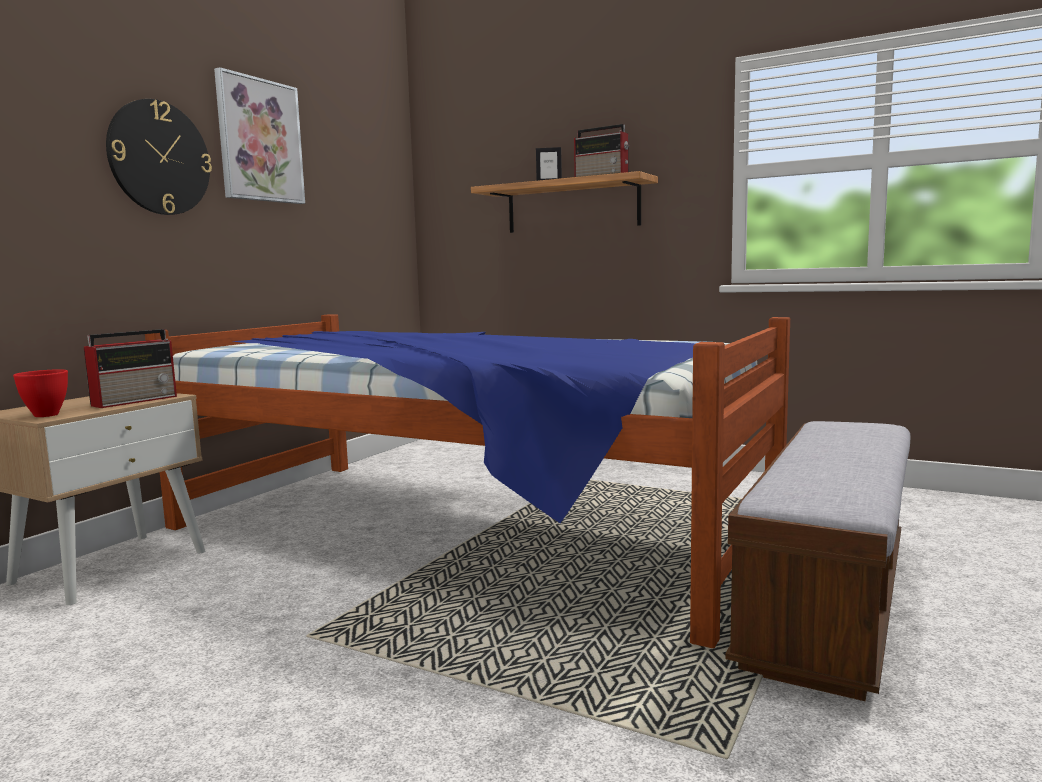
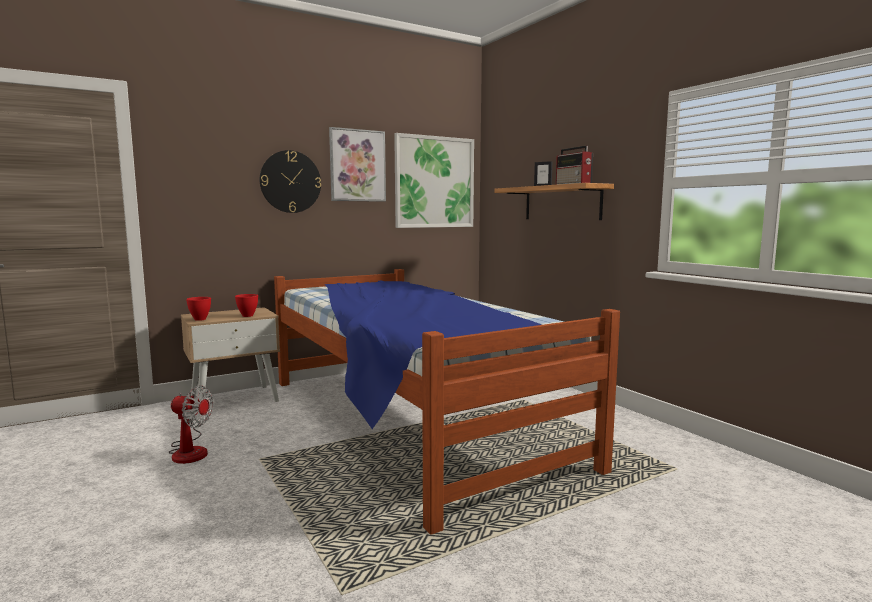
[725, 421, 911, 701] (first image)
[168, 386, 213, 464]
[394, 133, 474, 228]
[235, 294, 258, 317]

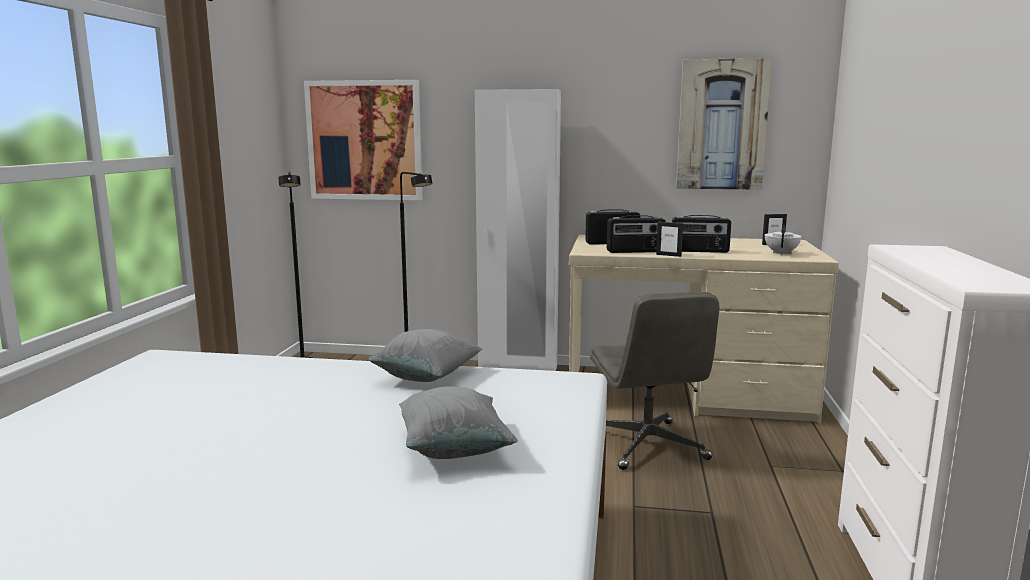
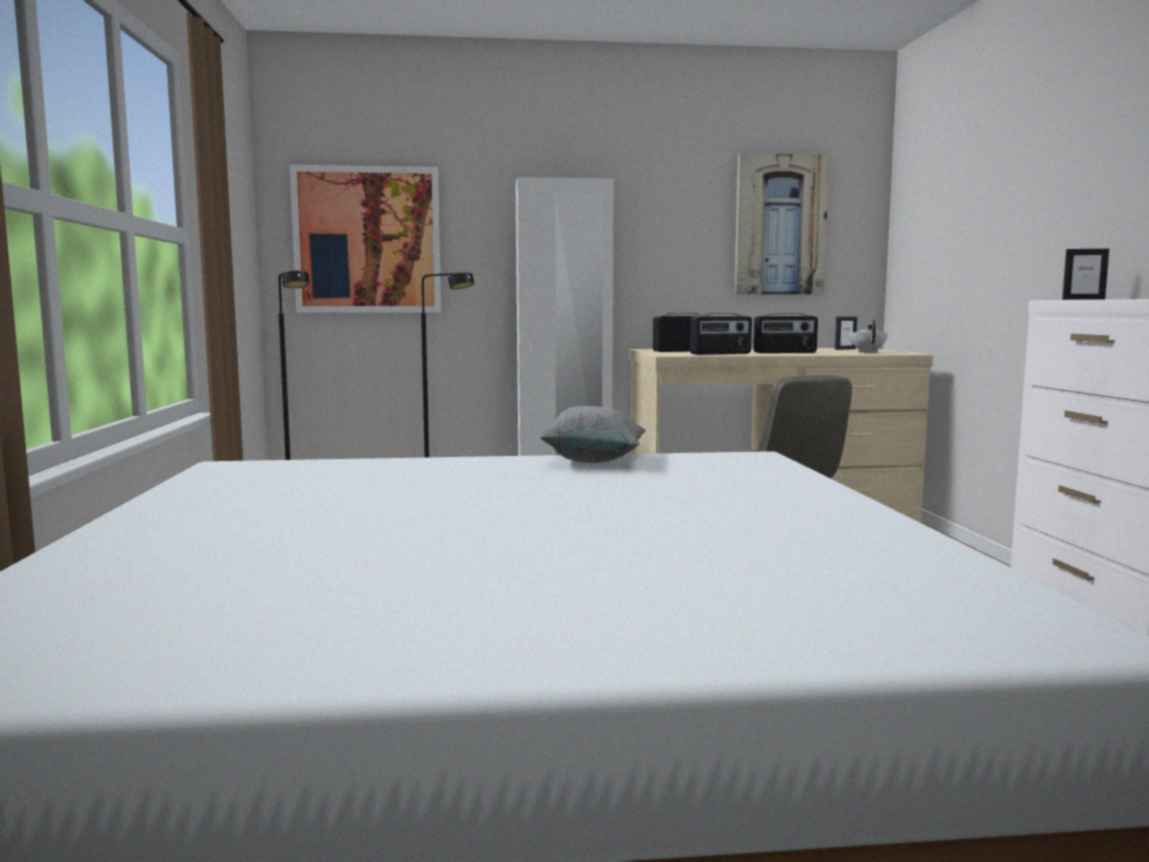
[399, 386, 518, 459] (first image)
[1062, 249, 1109, 300]

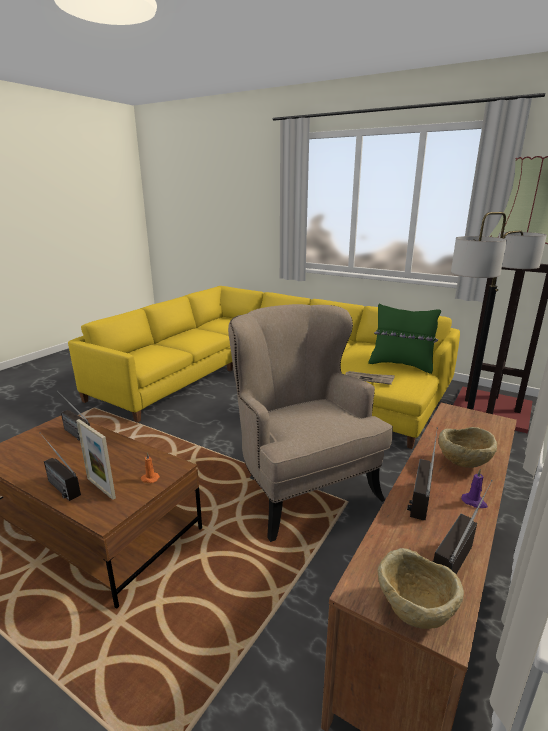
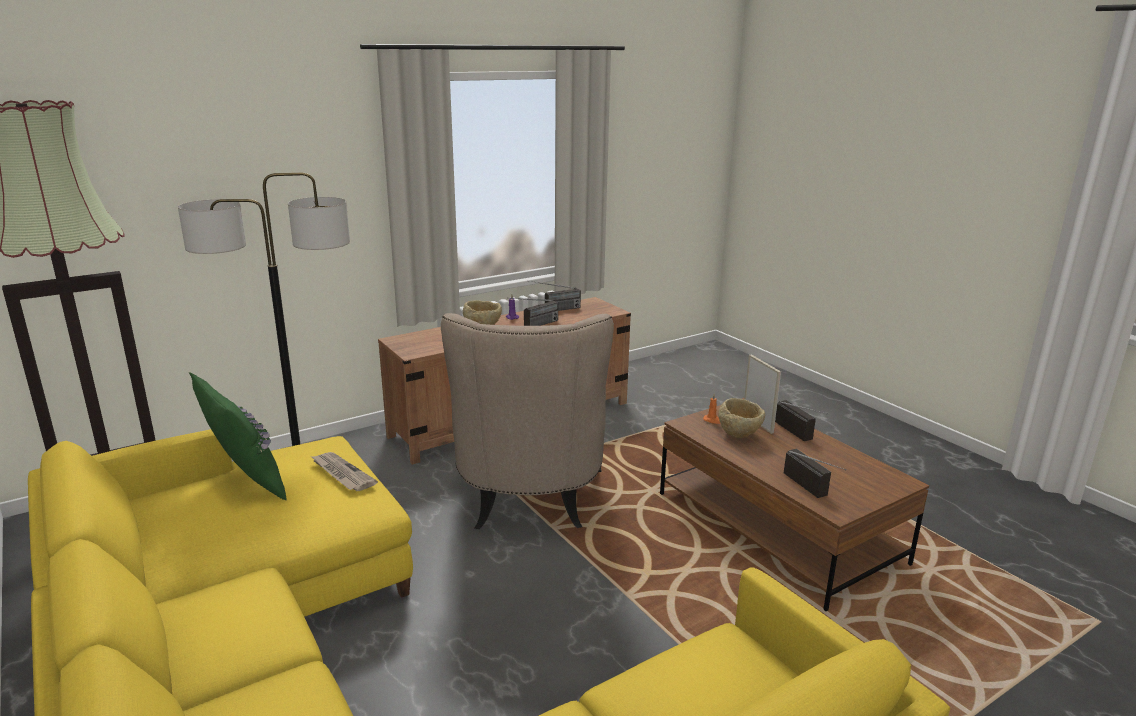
[718, 398, 765, 438]

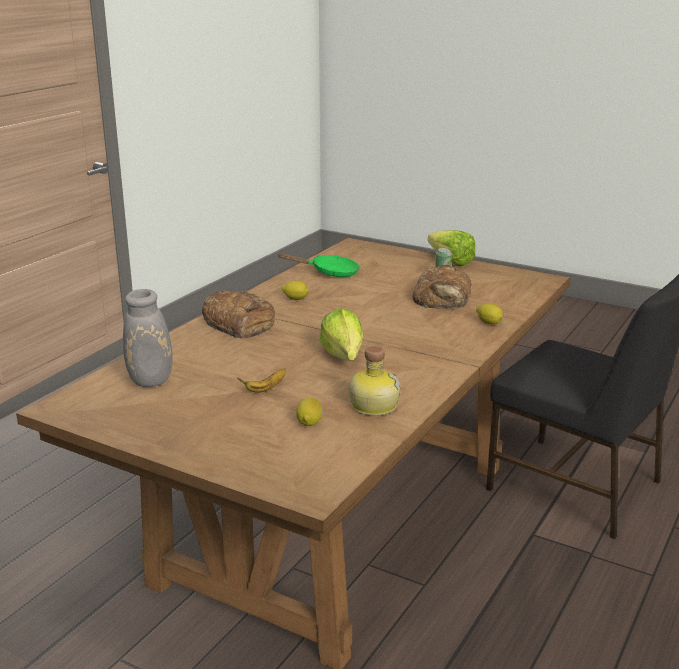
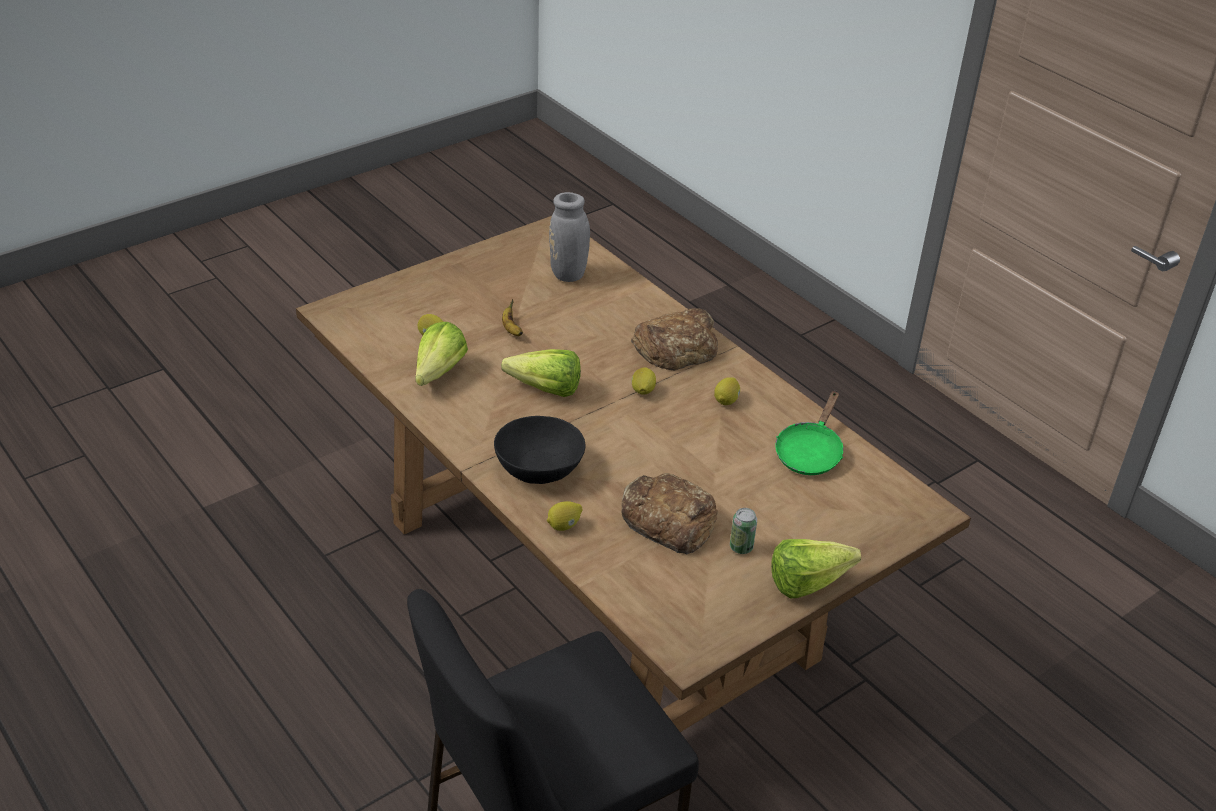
[494, 416, 586, 484]
[632, 367, 656, 395]
[415, 322, 468, 386]

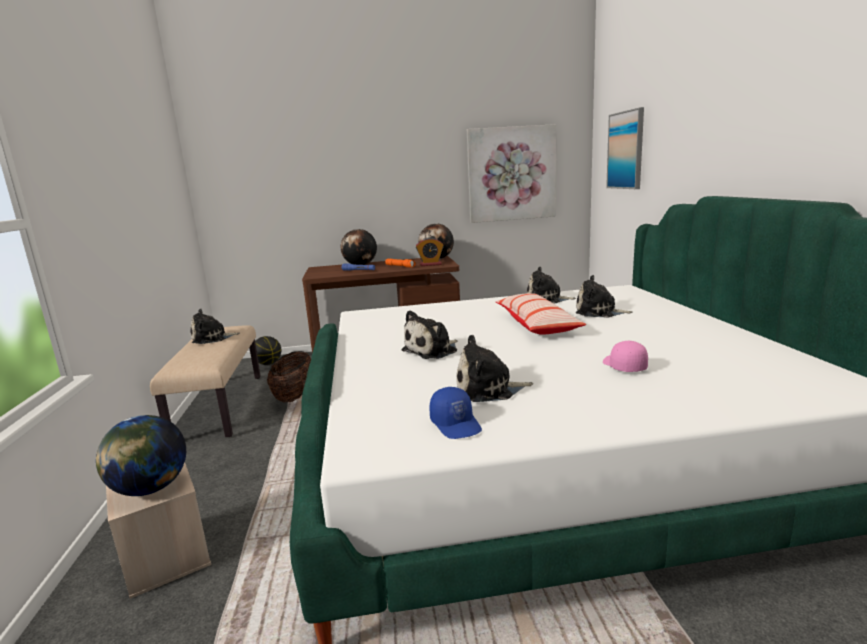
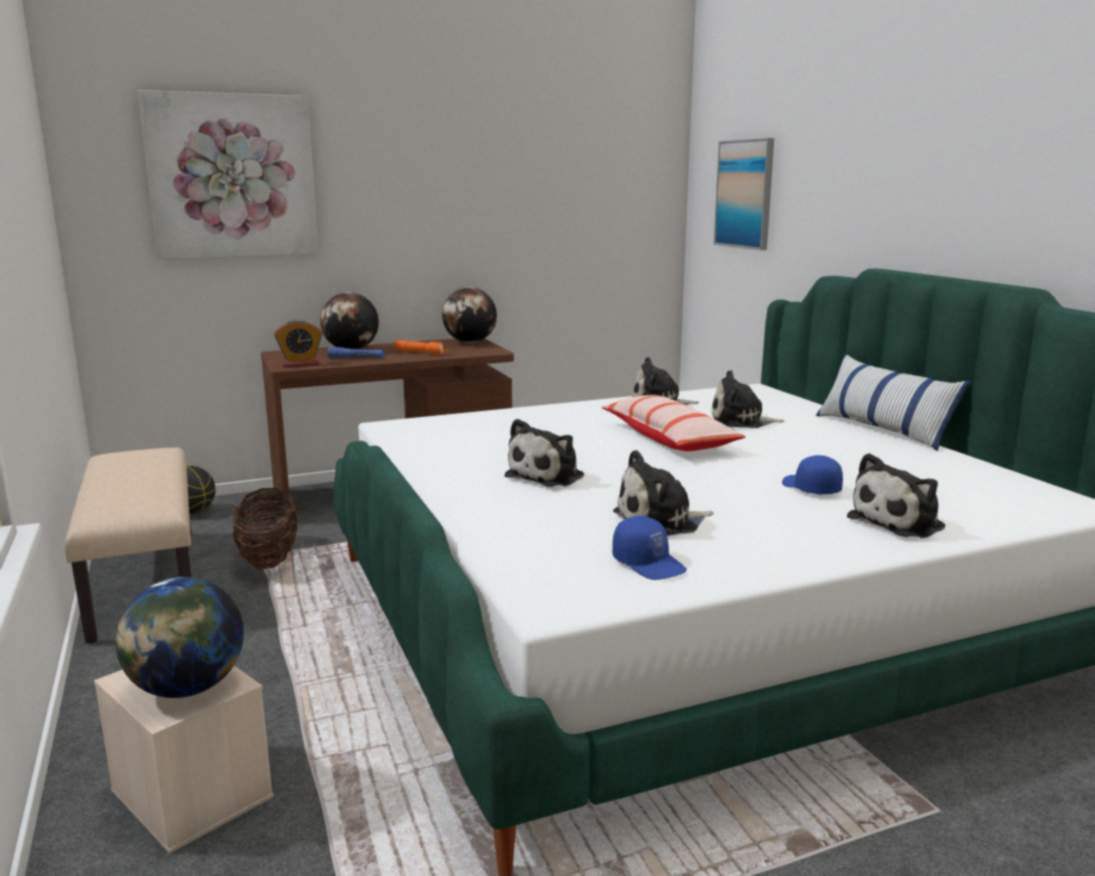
[816, 354, 970, 451]
[847, 453, 945, 538]
[274, 319, 323, 367]
[137, 90, 319, 259]
[782, 455, 843, 495]

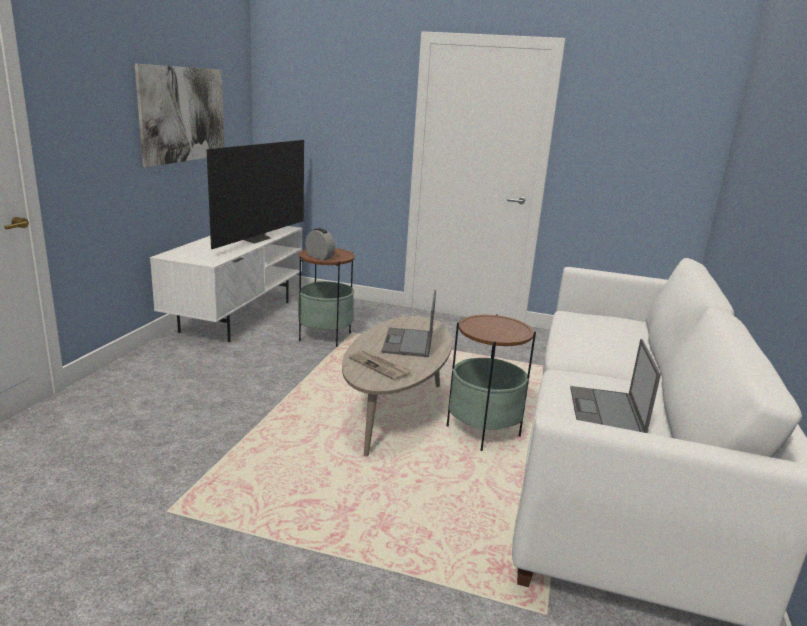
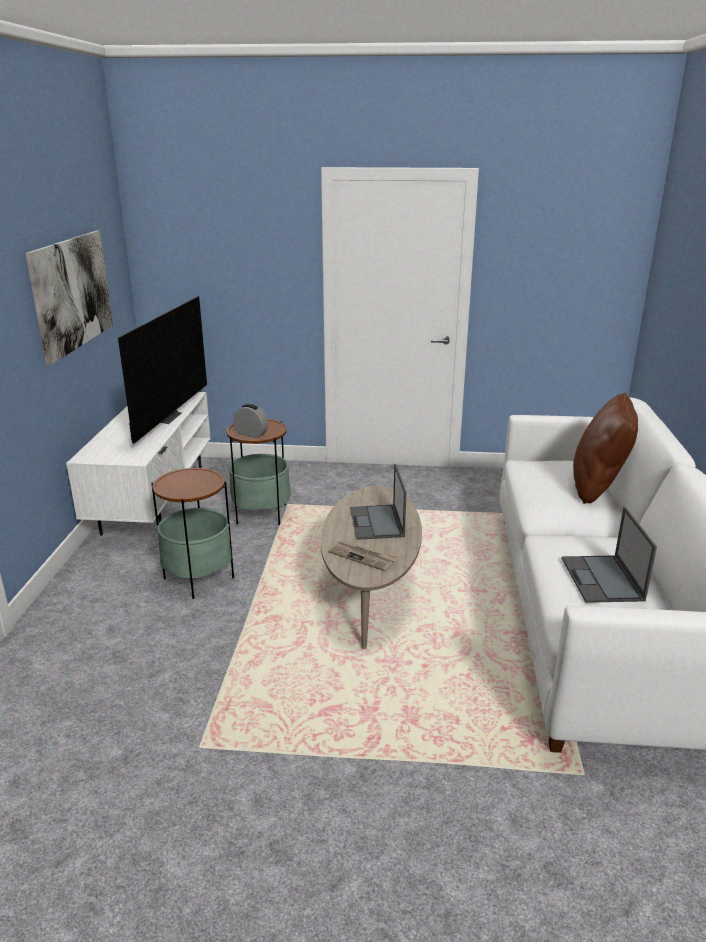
[573, 392, 638, 504]
[151, 467, 234, 599]

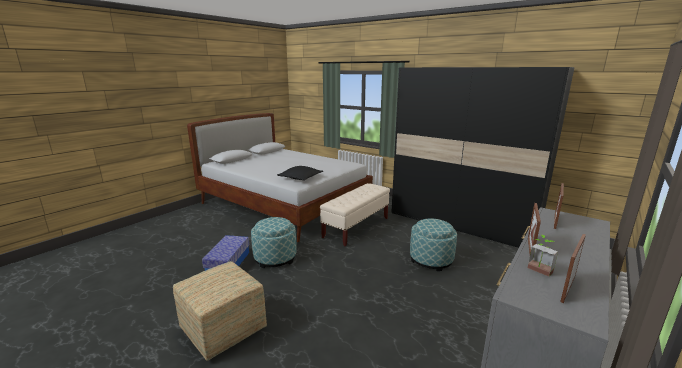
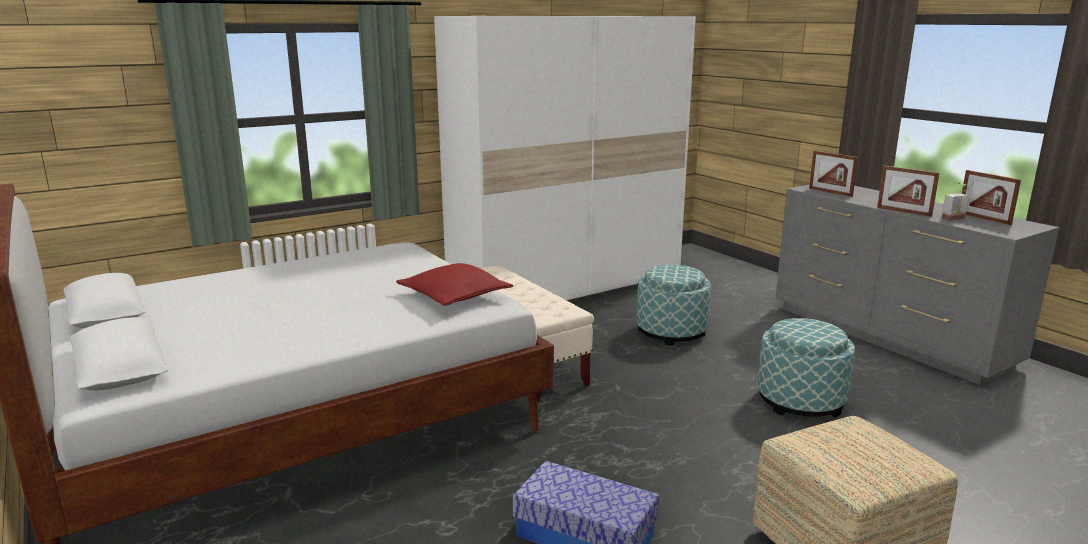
[758, 318, 855, 418]
[396, 263, 513, 306]
[434, 16, 696, 300]

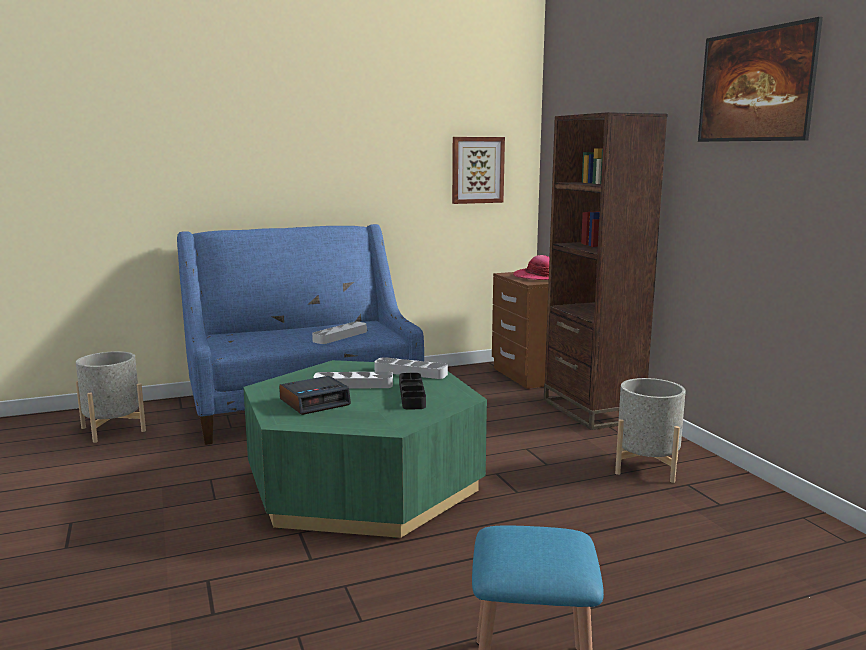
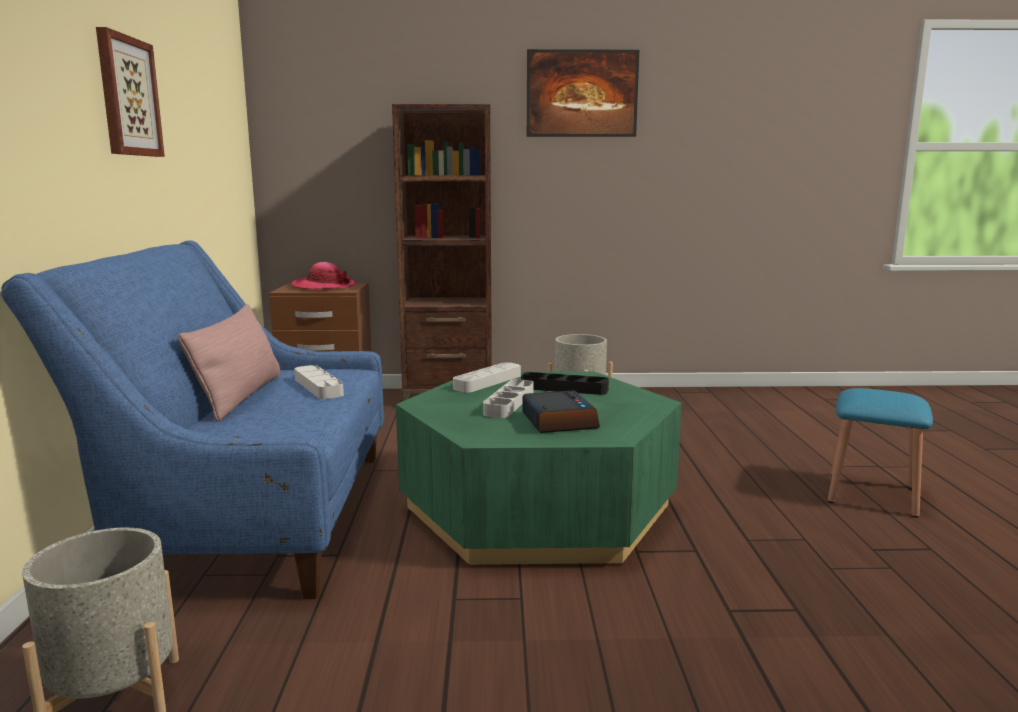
[178, 304, 280, 422]
[96, 27, 165, 157]

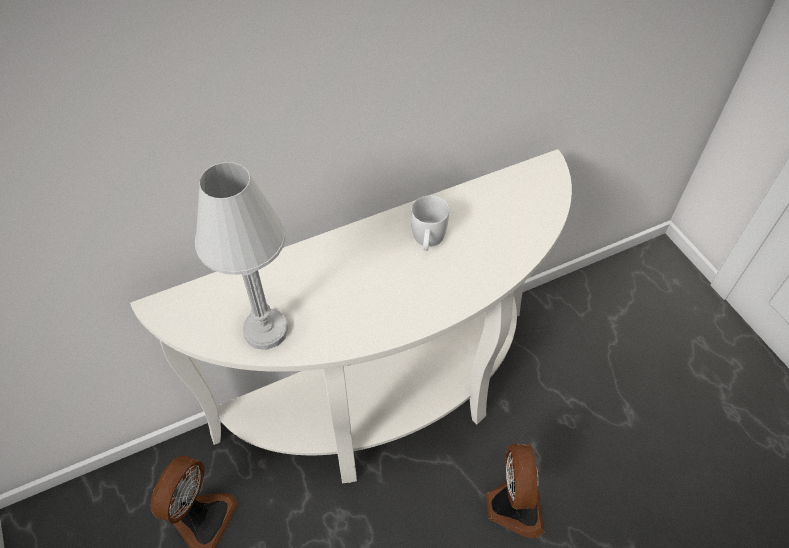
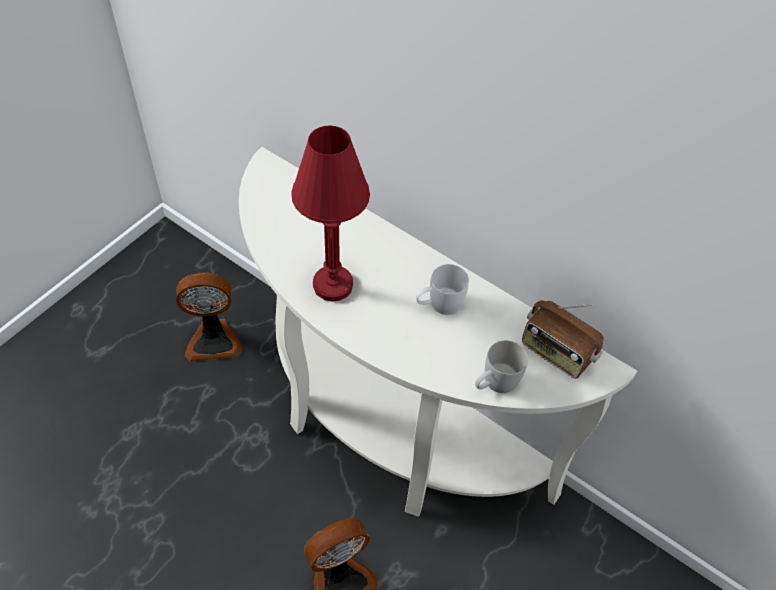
[195, 162, 288, 350] (first image)
[291, 126, 370, 301]
[475, 340, 528, 393]
[522, 301, 604, 379]

